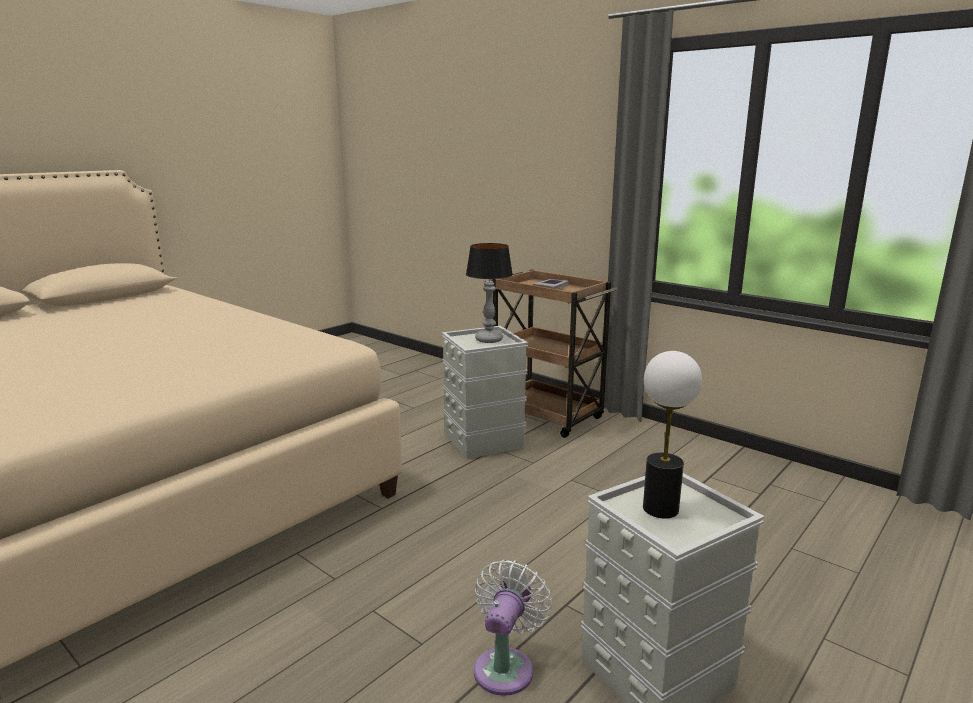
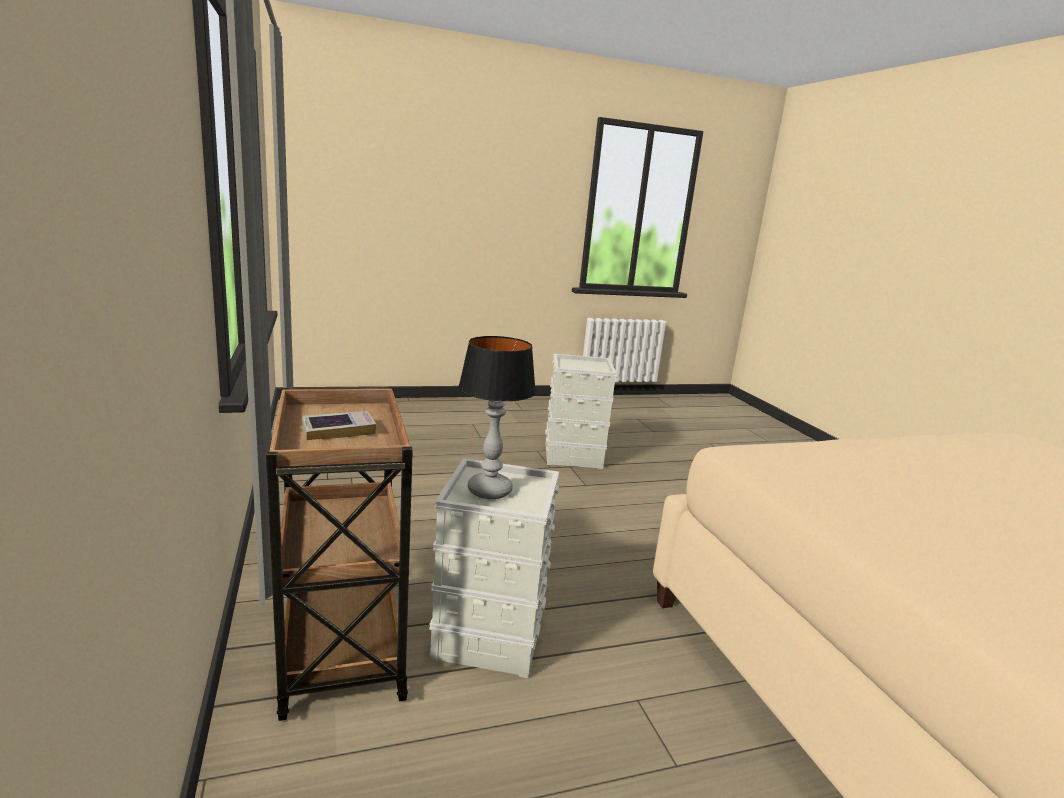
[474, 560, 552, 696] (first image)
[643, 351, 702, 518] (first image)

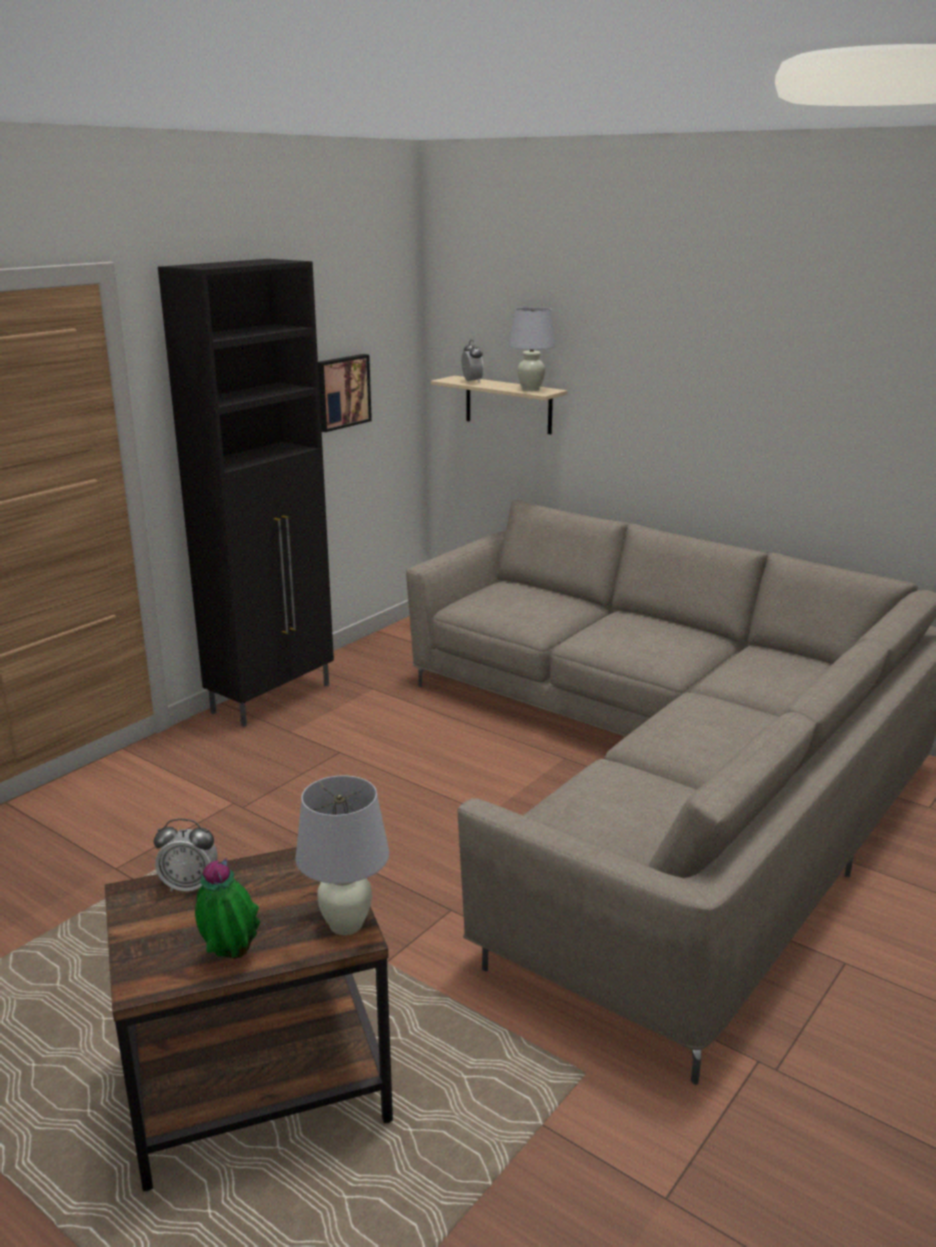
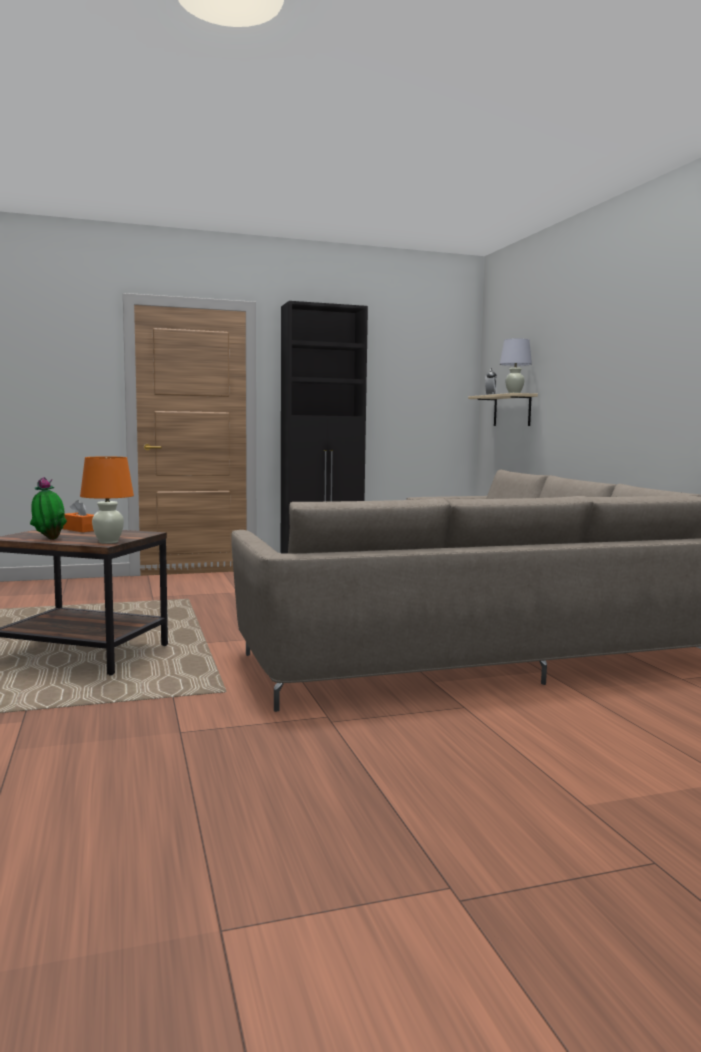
[318, 354, 372, 432] (first image)
[63, 500, 94, 532]
[80, 457, 134, 544]

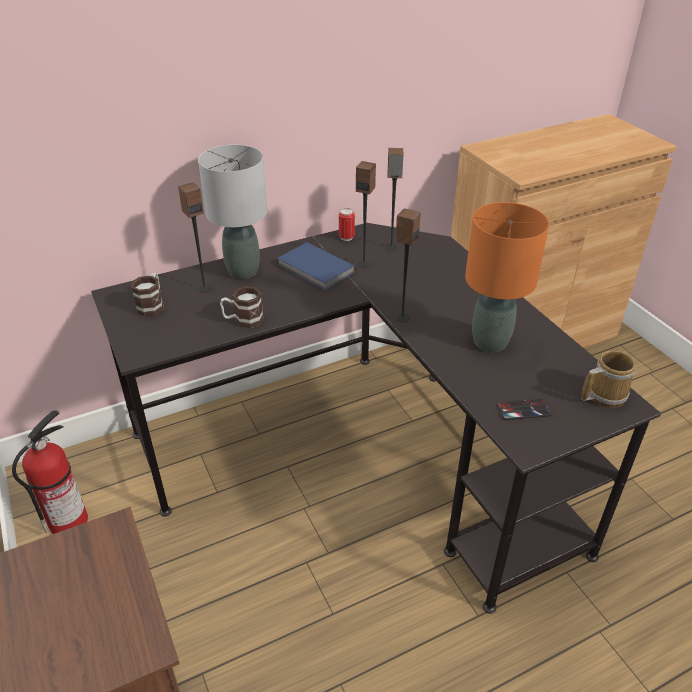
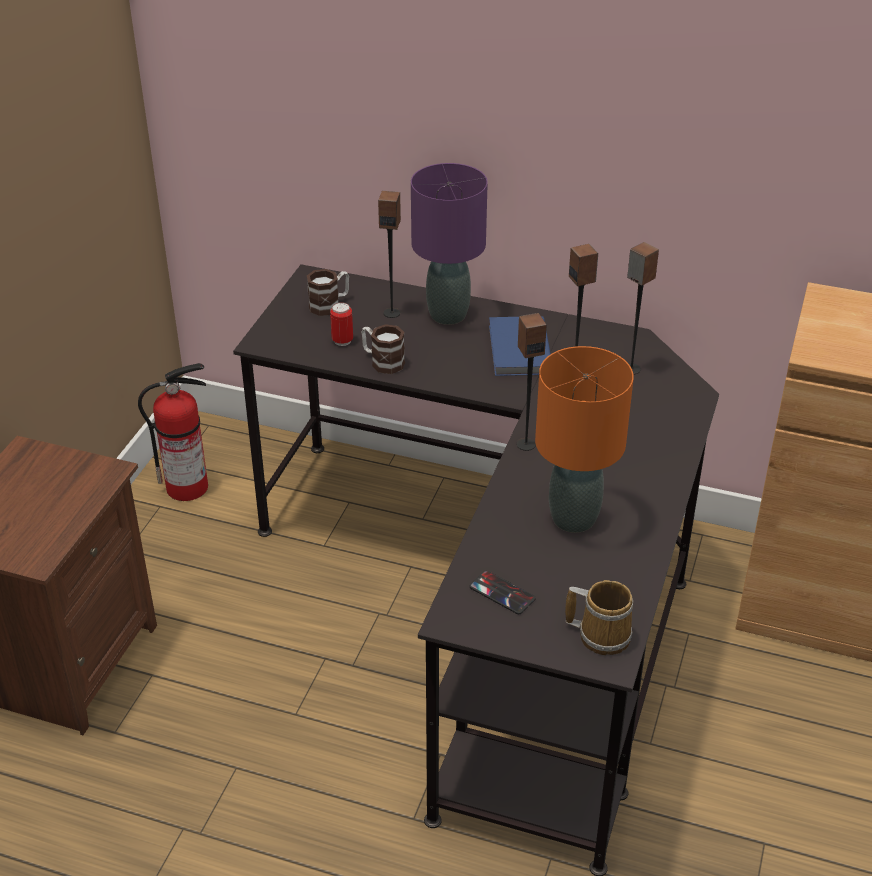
[330, 302, 353, 346]
[411, 163, 488, 325]

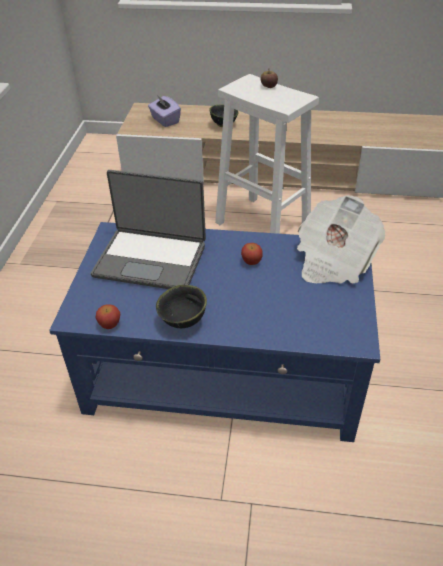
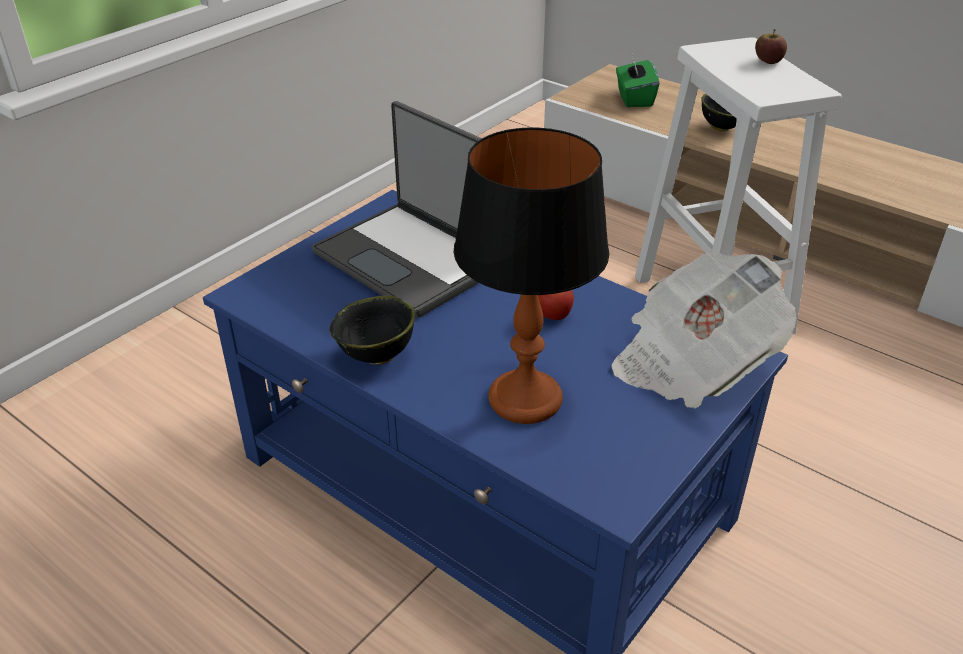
[95, 304, 120, 329] (first image)
[454, 128, 609, 424]
[616, 55, 659, 107]

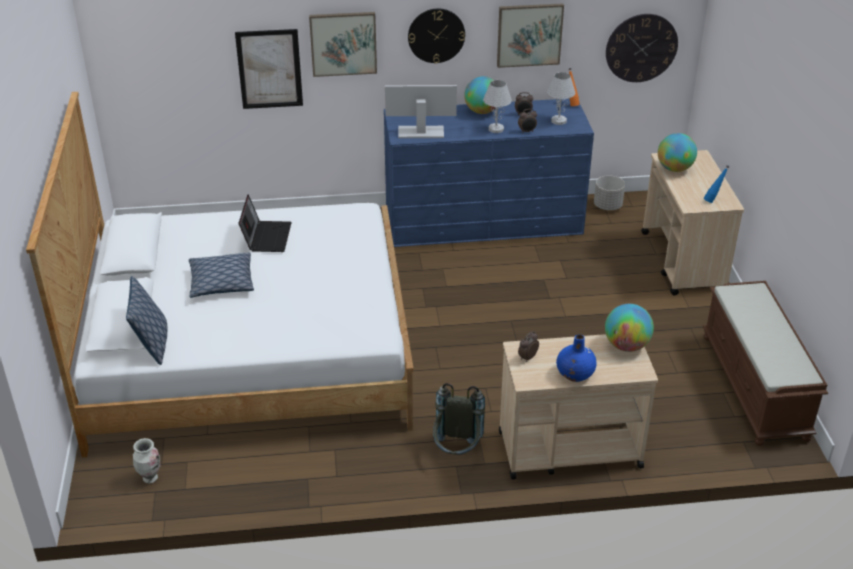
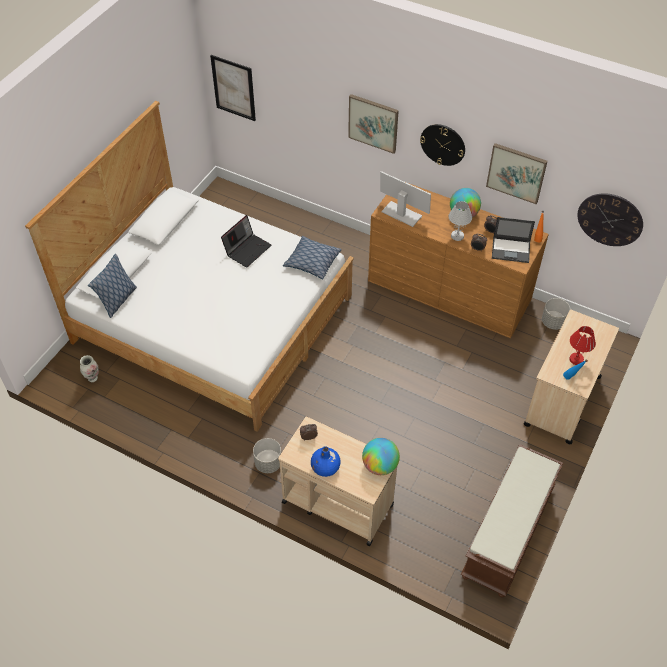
[658, 133, 697, 172] (first image)
[569, 326, 596, 365]
[283, 236, 342, 279]
[210, 55, 256, 121]
[253, 438, 281, 473]
[492, 217, 535, 263]
[368, 182, 549, 338]

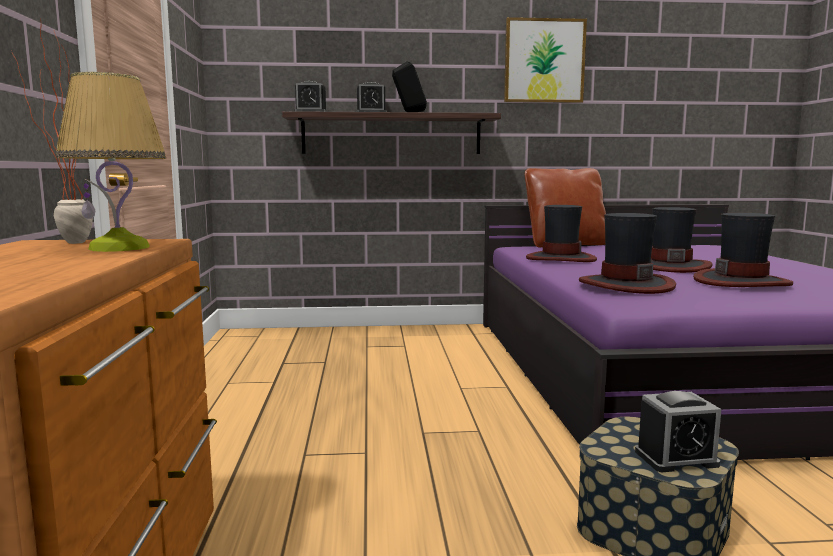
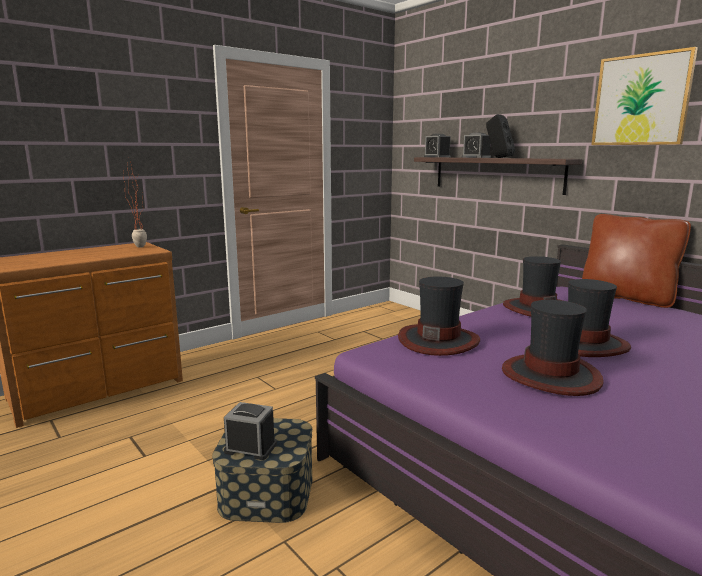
[56, 72, 166, 252] (first image)
[224, 402, 277, 460]

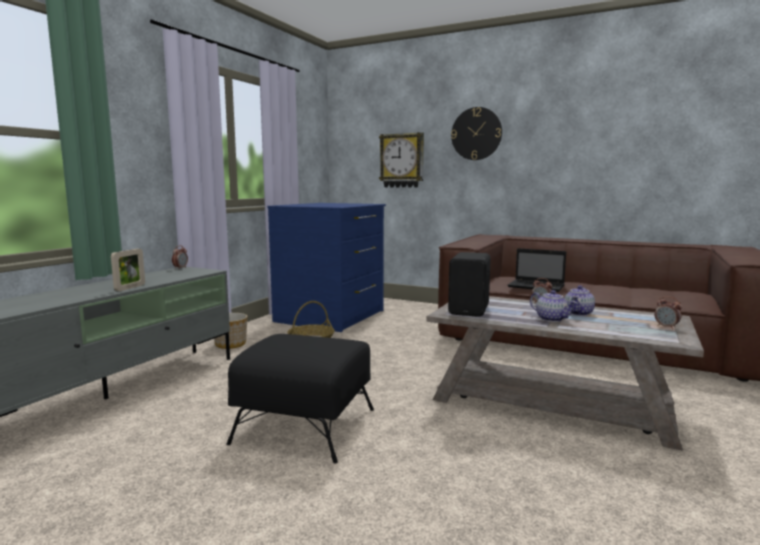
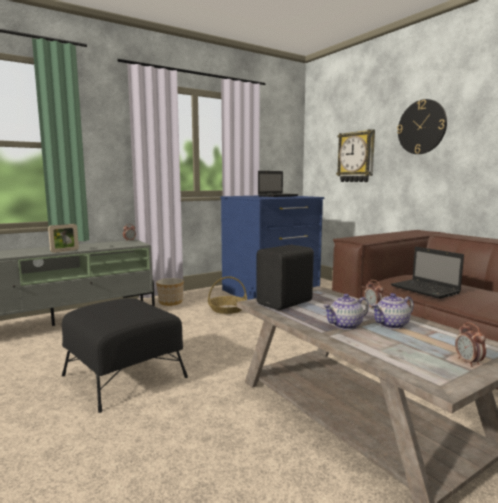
[258, 171, 299, 197]
[323, 294, 369, 330]

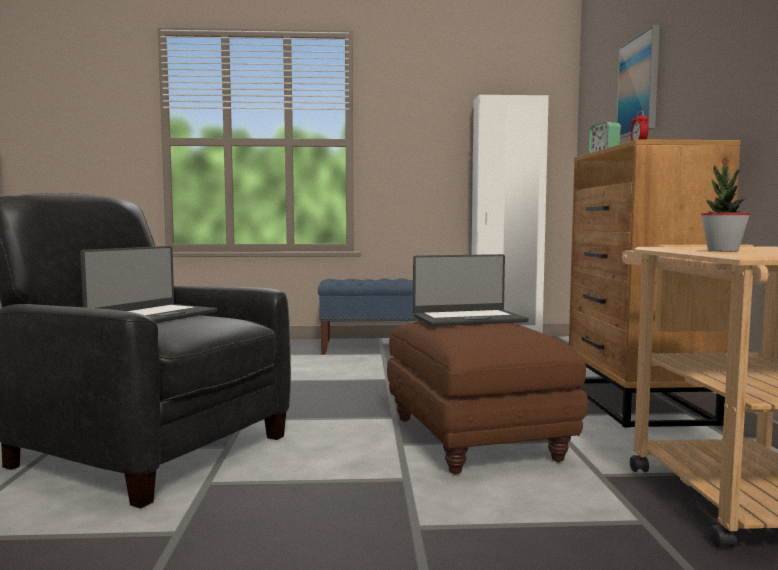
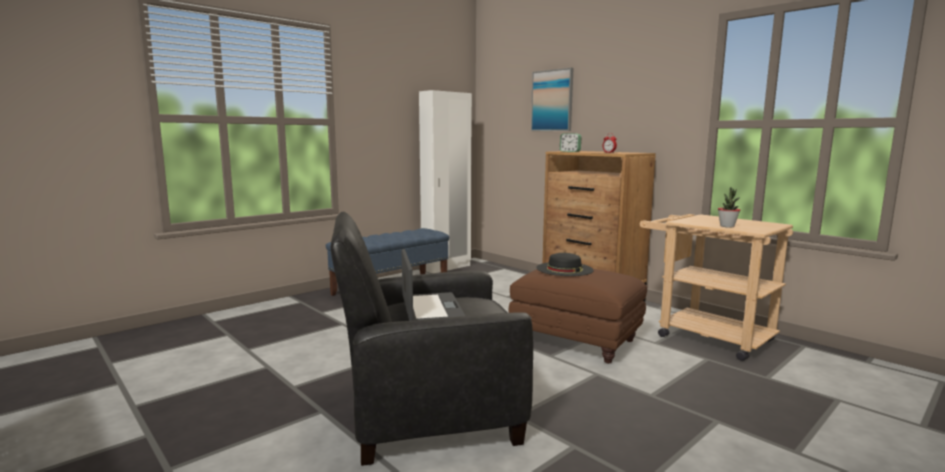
[536, 253, 594, 276]

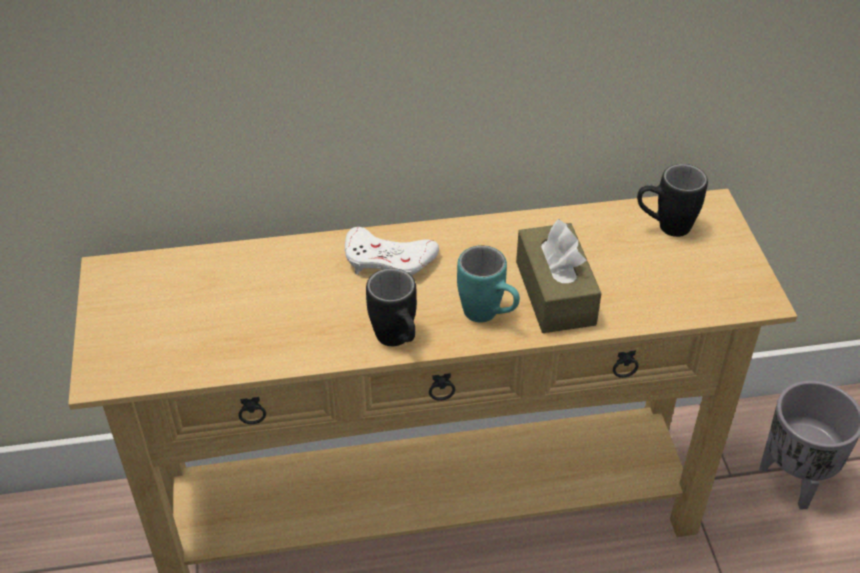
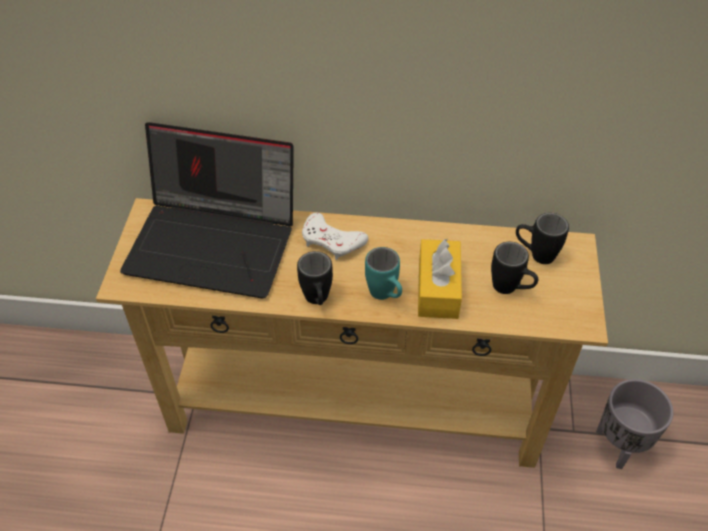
[120, 122, 294, 299]
[491, 242, 538, 294]
[418, 239, 462, 319]

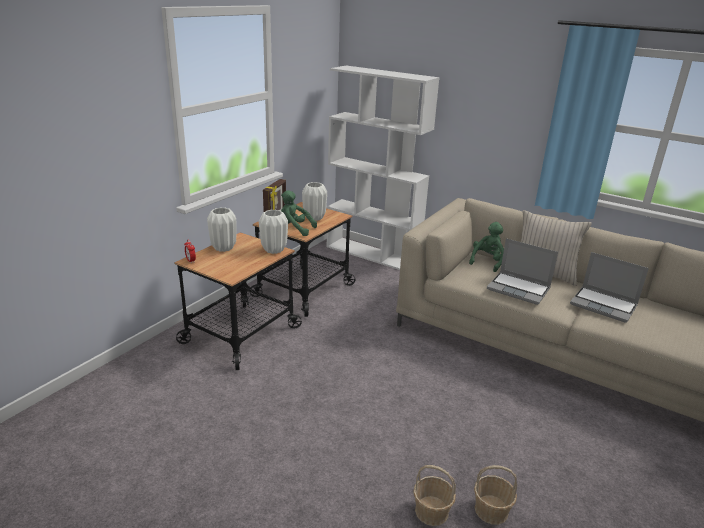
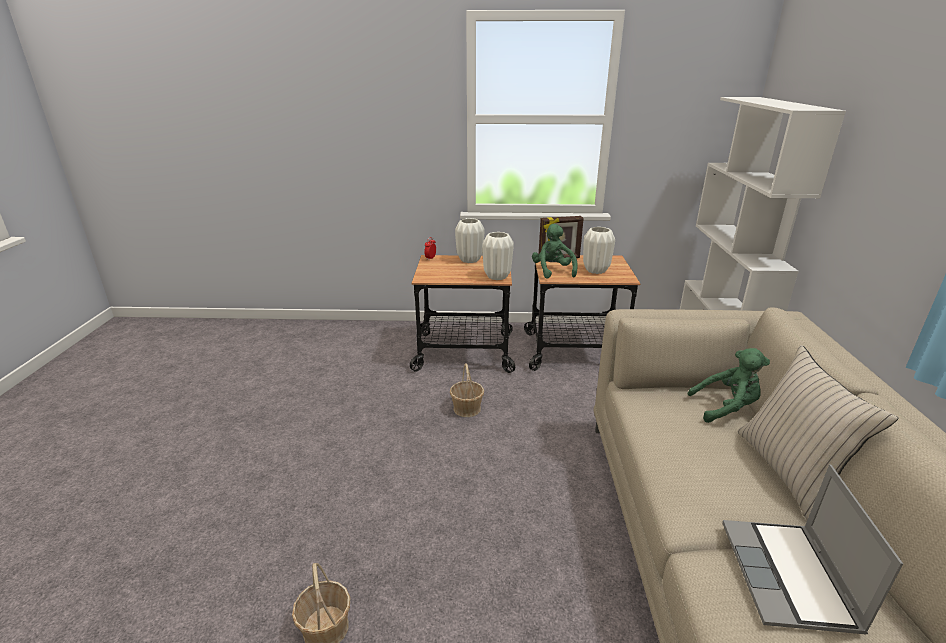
[487, 238, 558, 305] (first image)
[450, 363, 484, 417]

